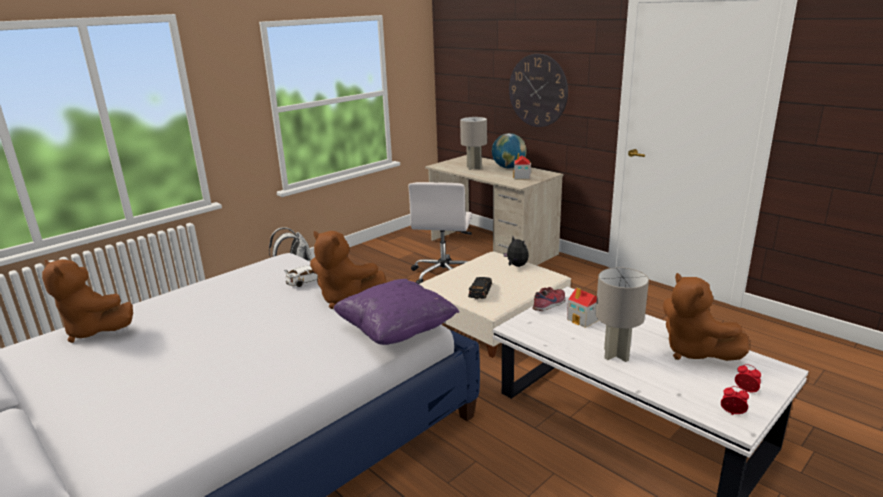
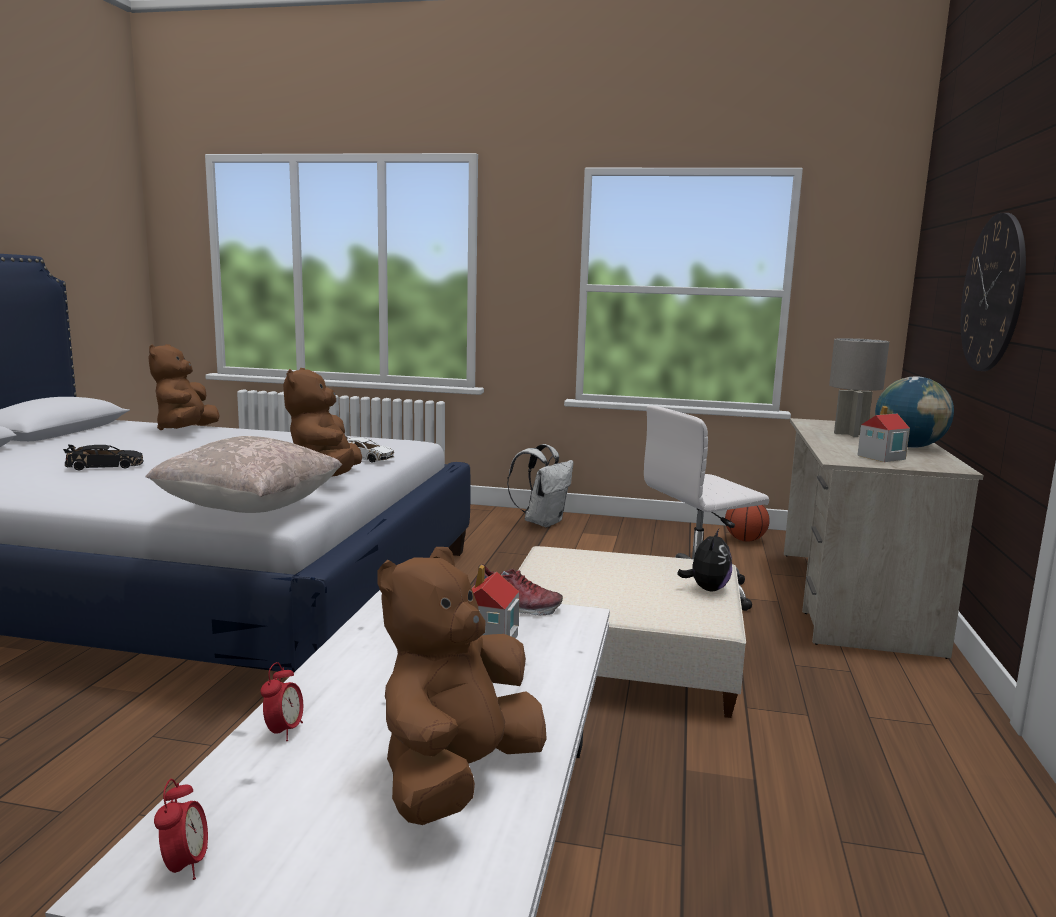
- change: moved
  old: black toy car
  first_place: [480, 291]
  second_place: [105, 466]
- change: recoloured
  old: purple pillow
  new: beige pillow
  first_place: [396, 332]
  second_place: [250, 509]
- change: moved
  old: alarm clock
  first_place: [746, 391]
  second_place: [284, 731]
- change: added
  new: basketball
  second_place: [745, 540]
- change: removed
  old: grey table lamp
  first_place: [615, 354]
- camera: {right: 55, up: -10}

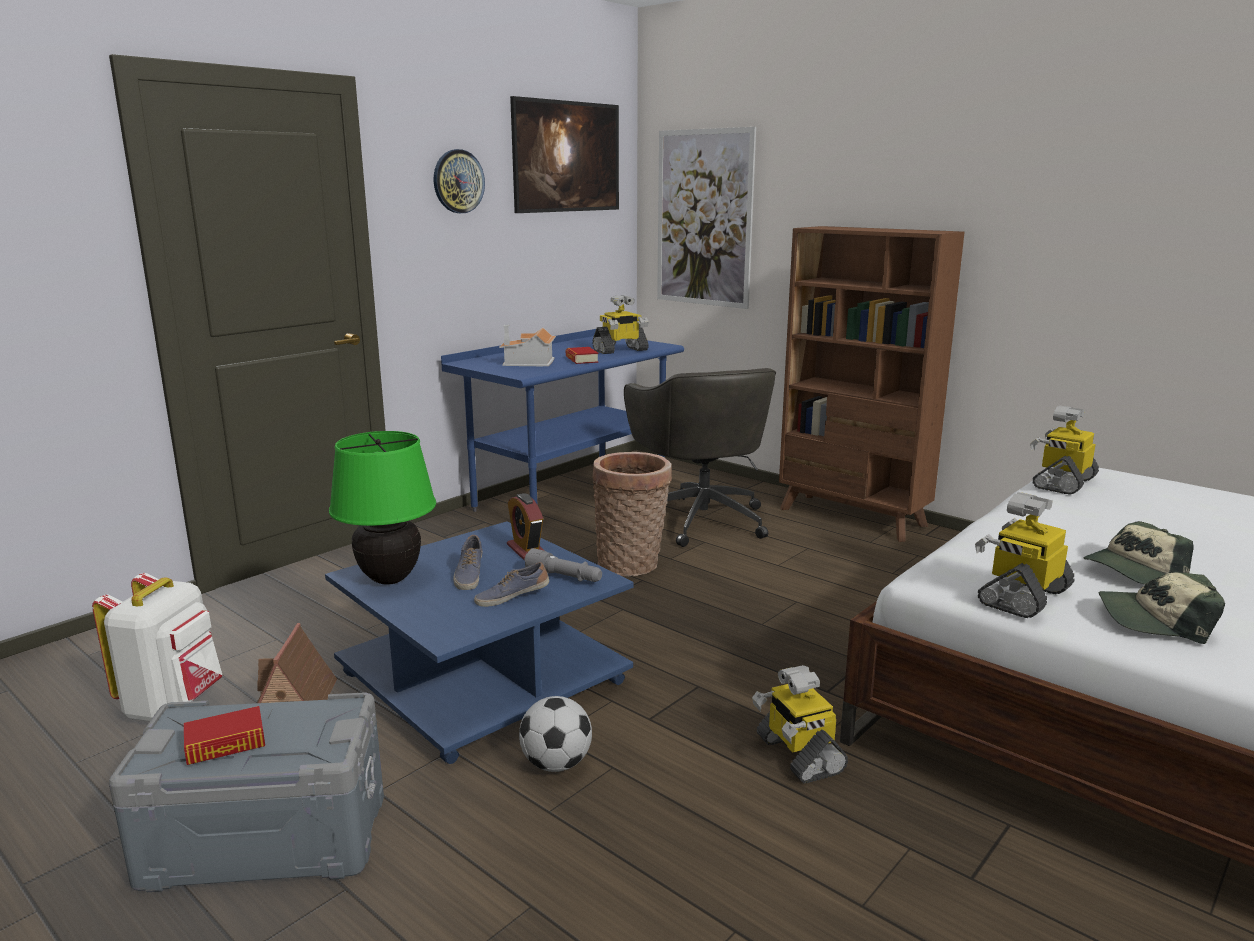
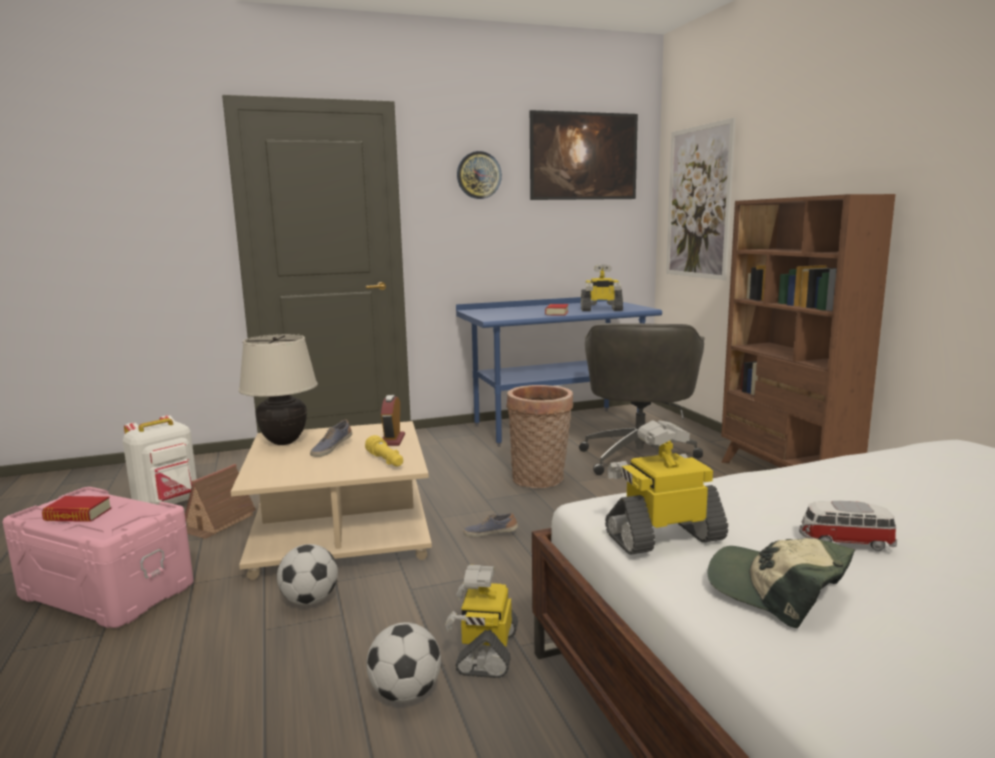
- change: recoloured
  old: grey storage box
  new: pink storage box
  first_place: [267, 837]
  second_place: [108, 590]
- change: recoloured
  old: blue coffee table
  new: beige coffee table
  first_place: [486, 678]
  second_place: [343, 532]
- change: recoloured
  old: green table lamp
  new: beige table lamp
  first_place: [390, 579]
  second_place: [284, 442]
- change: recoloured
  old: grey flashlight
  new: yellow flashlight
  first_place: [564, 578]
  second_place: [386, 461]
- change: added
  new: football
  second_place: [405, 693]
- change: moved
  old: shoe
  first_place: [512, 597]
  second_place: [490, 534]
- change: replaced
  old: cap
  new: toy car
  first_place: [1133, 570]
  second_place: [845, 542]
- change: removed
  old: toy house
  first_place: [530, 362]
- change: removed
  old: toy robot
  first_place: [1062, 483]
- camera: {right: 30, up: -5}

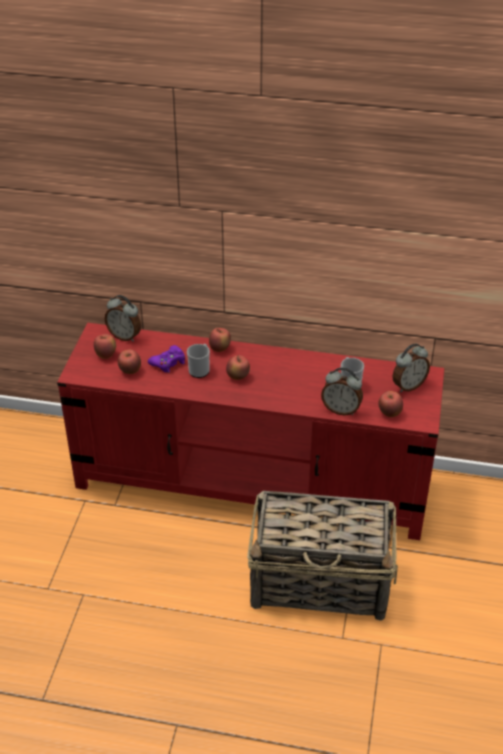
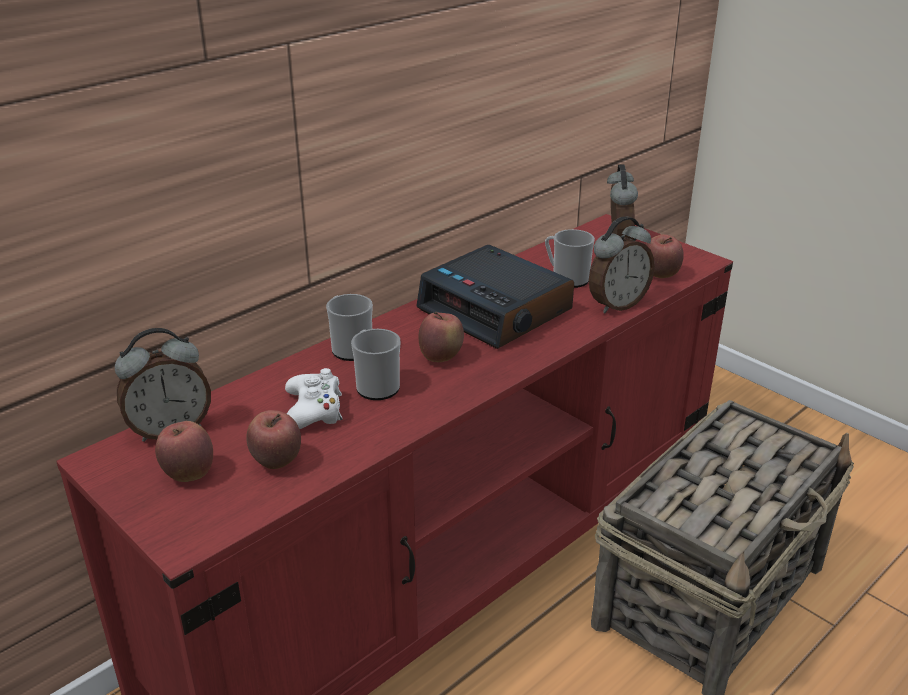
- change: recoloured
  old: purple game controller
  new: white game controller
  first_place: [168, 362]
  second_place: [313, 410]
- change: replaced
  old: apple
  new: mug
  first_place: [220, 349]
  second_place: [349, 348]
- change: added
  new: alarm clock
  second_place: [497, 310]
- camera: {right: -55, up: -10}

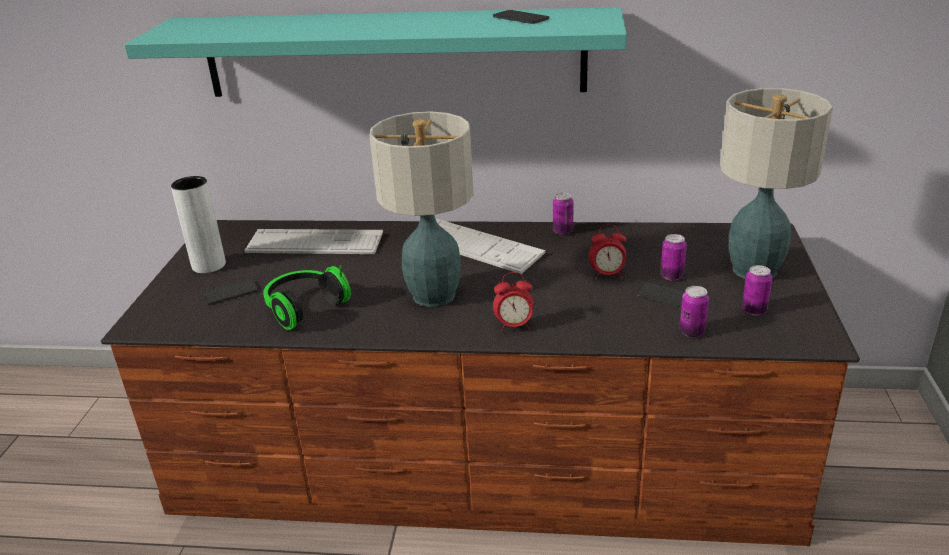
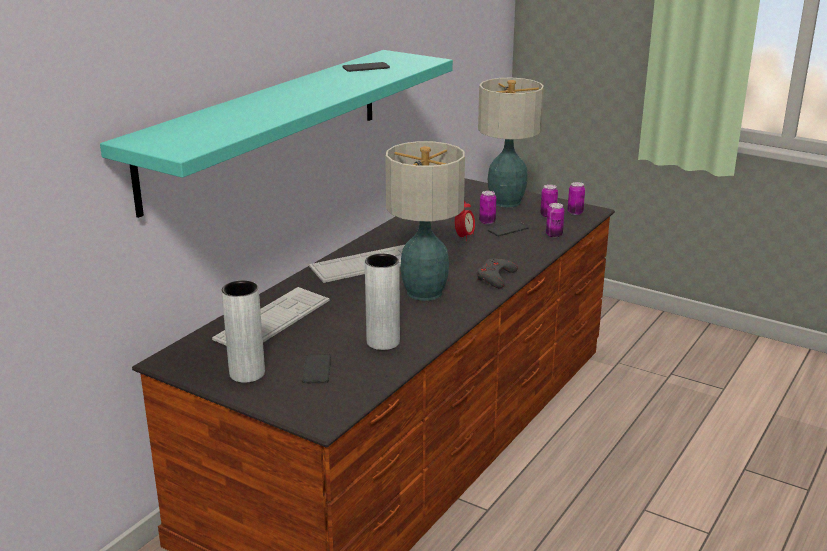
- change: replaced
  old: headphones
  new: grey vase
  first_place: [303, 307]
  second_place: [383, 342]
- change: replaced
  old: alarm clock
  new: grey game controller
  first_place: [514, 326]
  second_place: [495, 277]
- change: moved
  old: can
  first_place: [562, 231]
  second_place: [575, 212]
- camera: {right: -65, up: -5}

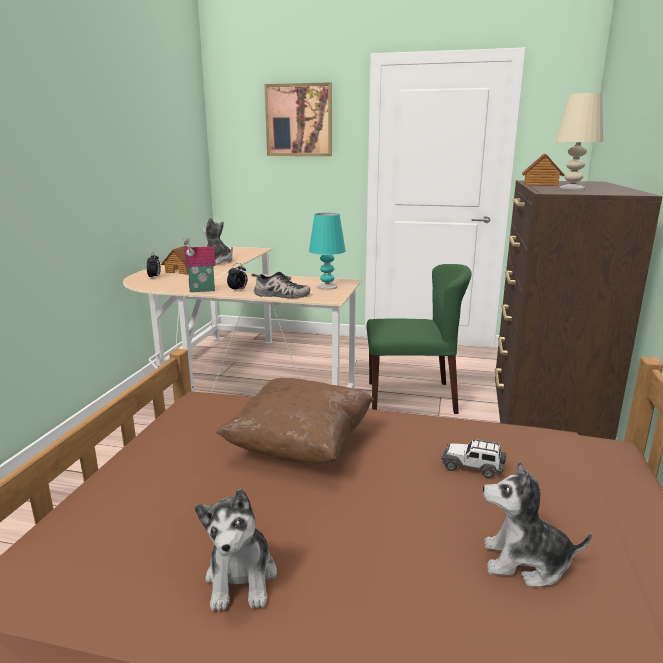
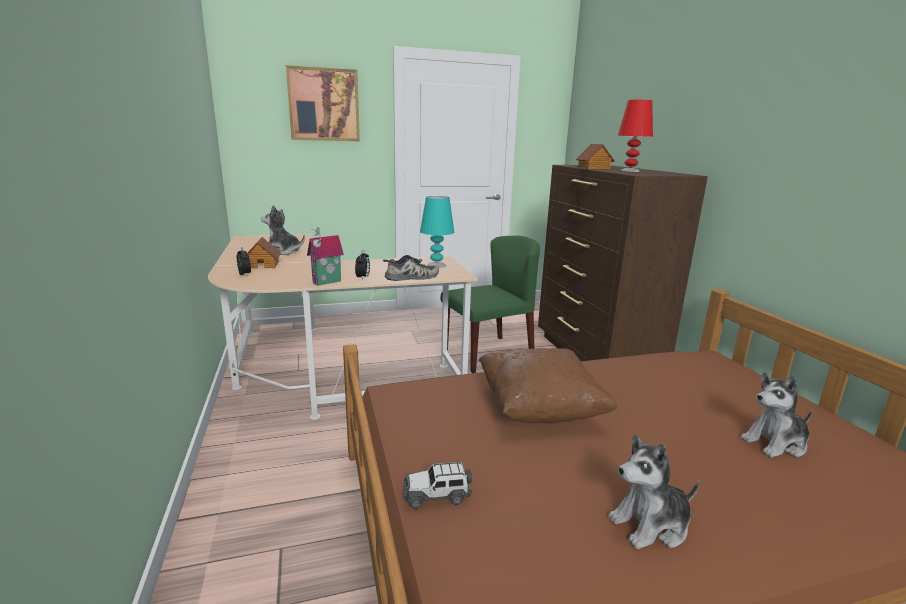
- change: moved
  old: toy car
  first_place: [472, 467]
  second_place: [436, 495]
- change: turned
  old: plush toy
  first_place: [241, 578]
  second_place: [651, 525]
  degrees: 105
- change: recoloured
  old: beige table lamp
  new: red table lamp
  first_place: [572, 188]
  second_place: [629, 171]
- camera: {right: -30, up: 0}

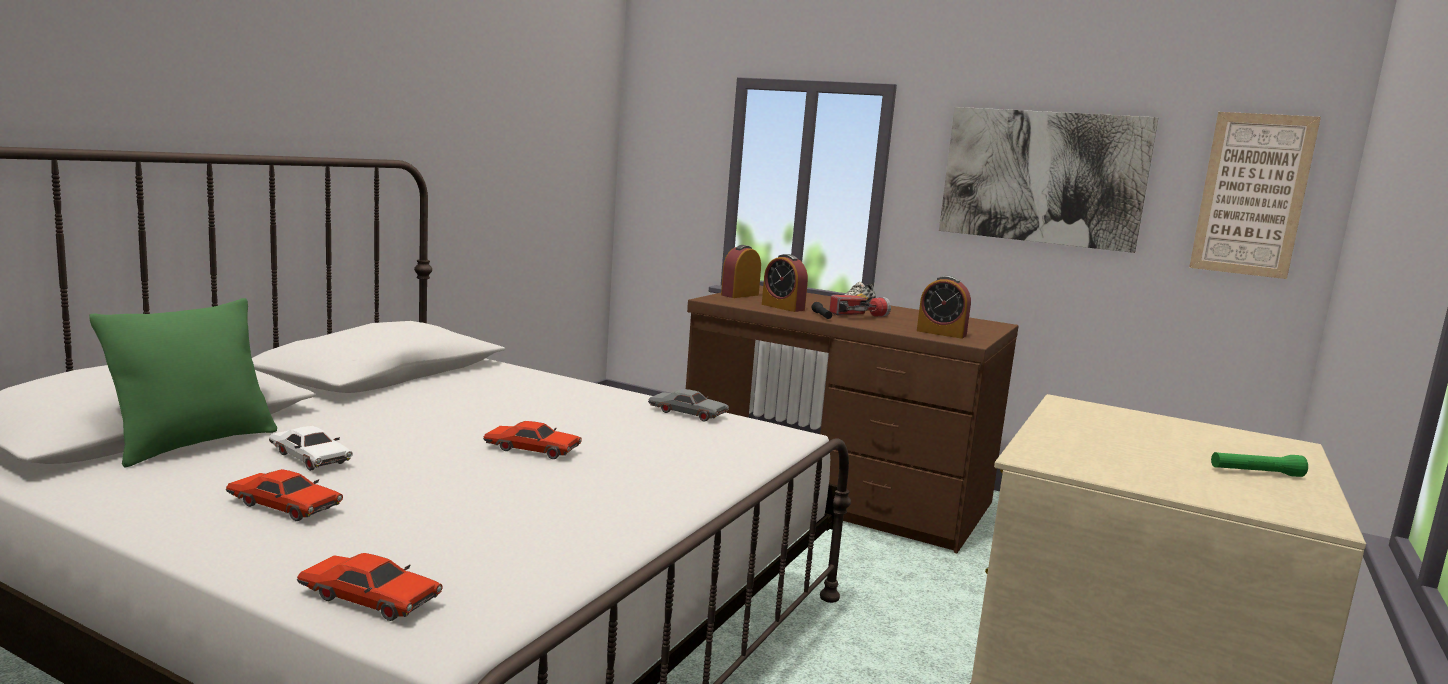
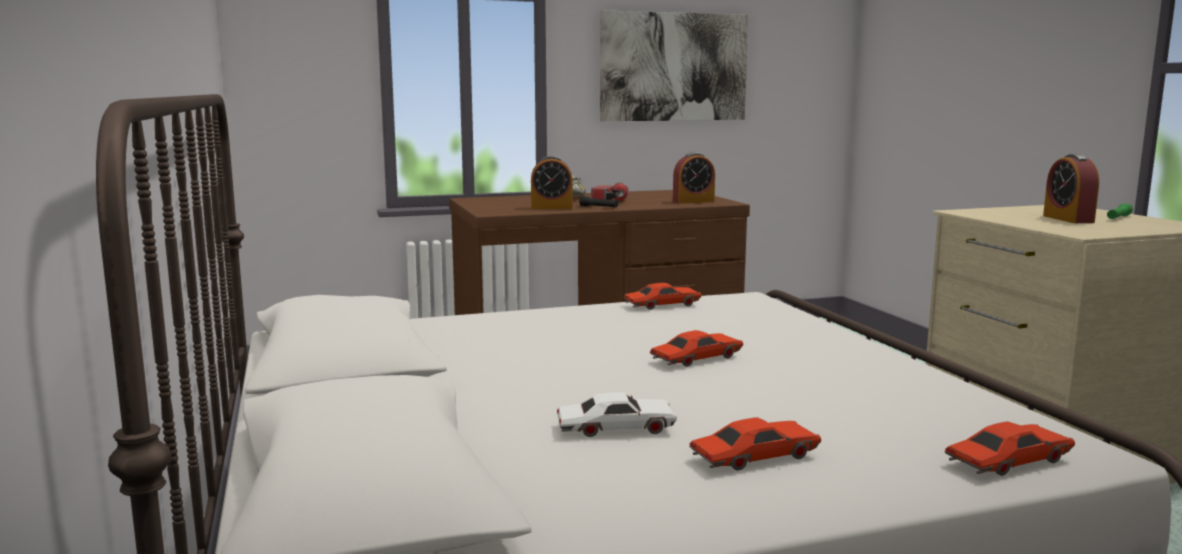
- change: recoloured
  old: grey toy car
  new: red toy car
  first_place: [687, 413]
  second_place: [662, 305]
- change: moved
  old: alarm clock
  first_place: [740, 295]
  second_place: [1068, 219]
- change: removed
  old: green pillow
  first_place: [194, 443]
- change: removed
  old: picture
  first_place: [1252, 195]
- camera: {right: -45, up: 0}

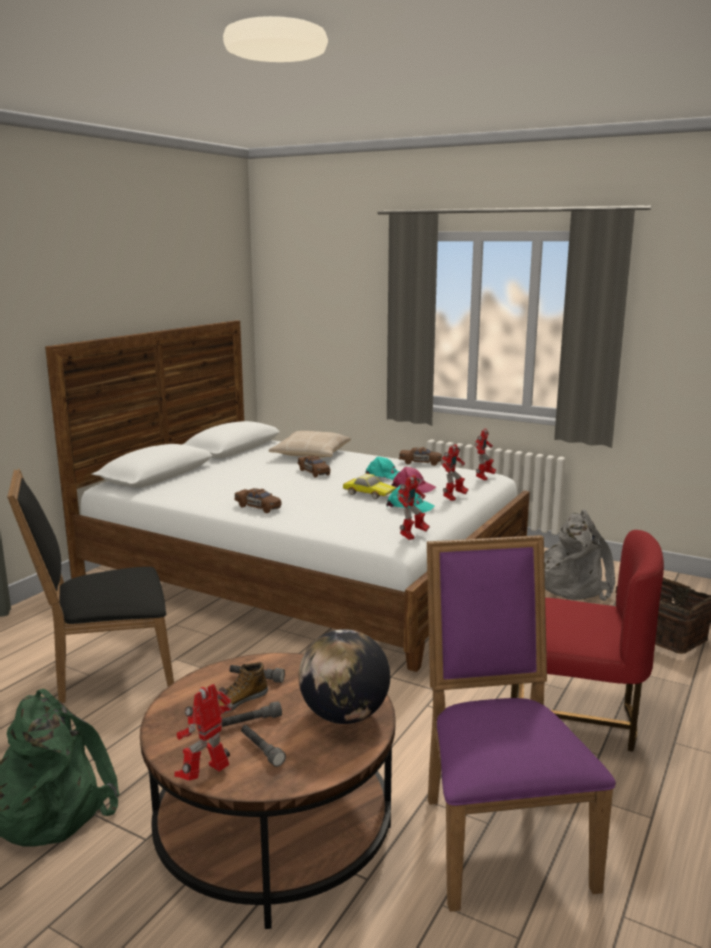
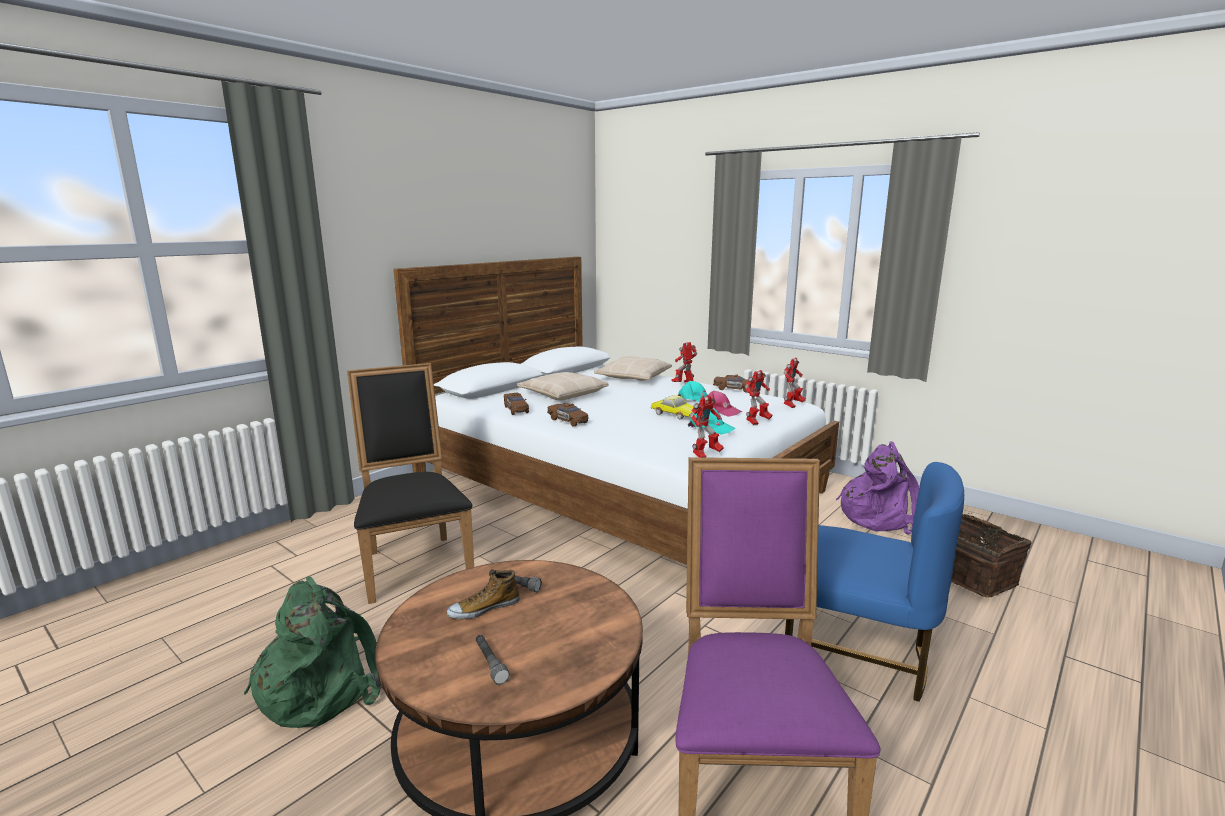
- change: turned
  old: black chair
  first_place: [106, 673]
  second_place: [415, 563]
  degrees: 75
- change: moved
  old: brown toy car
  first_place: [314, 472]
  second_place: [516, 409]
- change: added
  new: beige pillow
  second_place: [562, 394]
- change: moved
  old: toy robot
  first_place: [206, 776]
  second_place: [683, 384]
- change: recoloured
  old: red chair
  new: blue chair
  first_place: [572, 719]
  second_place: [855, 657]
- change: recoloured
  old: grey backpack
  new: purple backpack
  first_place: [574, 585]
  second_place: [878, 516]
- change: removed
  old: grey flashlight
  first_place: [251, 722]
- change: removed
  old: globe
  first_place: [344, 715]
- camera: {right: 10, up: 0}

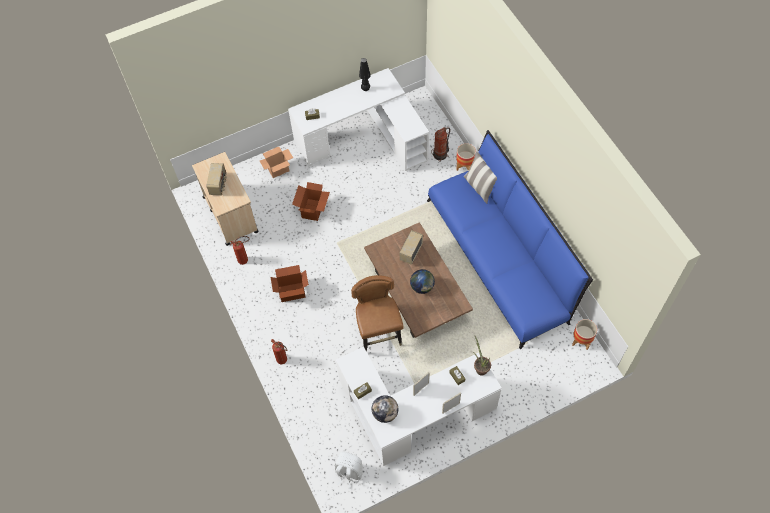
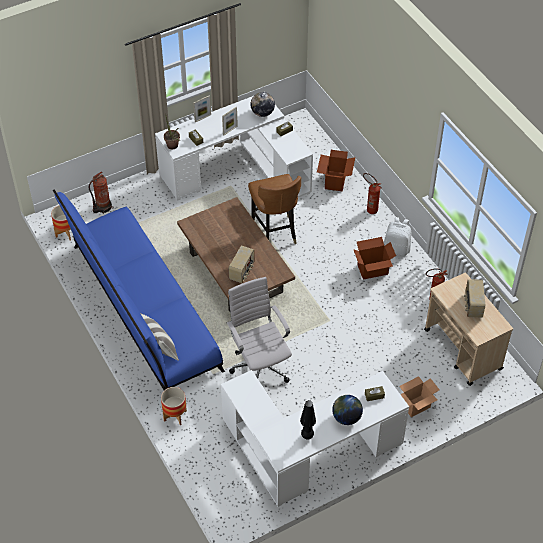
- change: moved
  old: fire extinguisher
  first_place: [441, 154]
  second_place: [102, 207]
- change: added
  new: white office chair
  second_place: [259, 366]
- change: moved
  old: cardboard box
  first_place: [313, 210]
  second_place: [335, 181]
- change: moved
  old: globe
  first_place: [422, 287]
  second_place: [346, 417]
- change: moved
  old: white backpack
  first_place: [348, 472]
  second_place: [397, 248]
- camera: {right: 175, up: -10}

